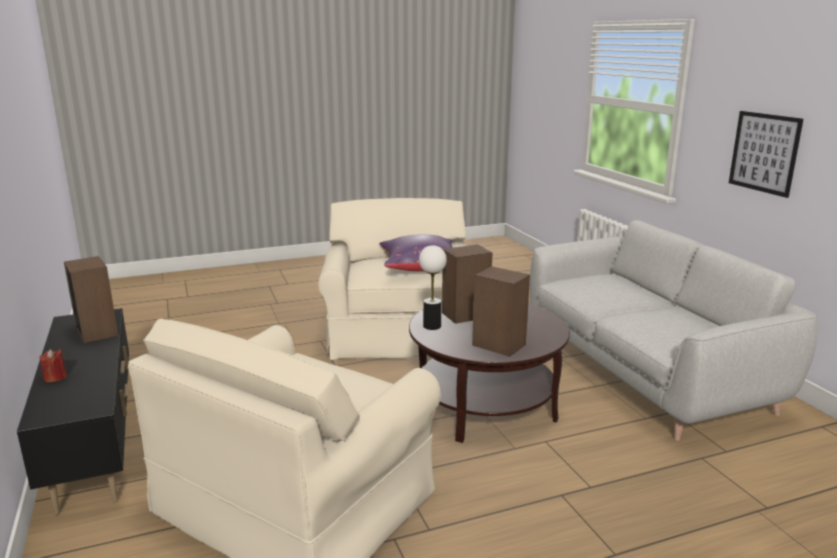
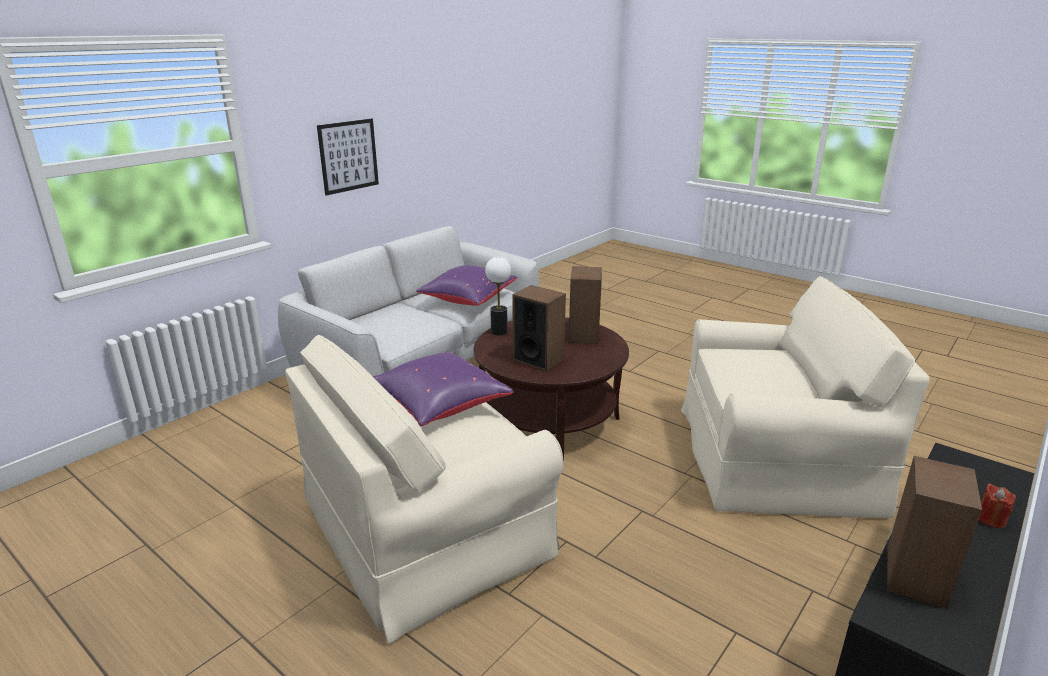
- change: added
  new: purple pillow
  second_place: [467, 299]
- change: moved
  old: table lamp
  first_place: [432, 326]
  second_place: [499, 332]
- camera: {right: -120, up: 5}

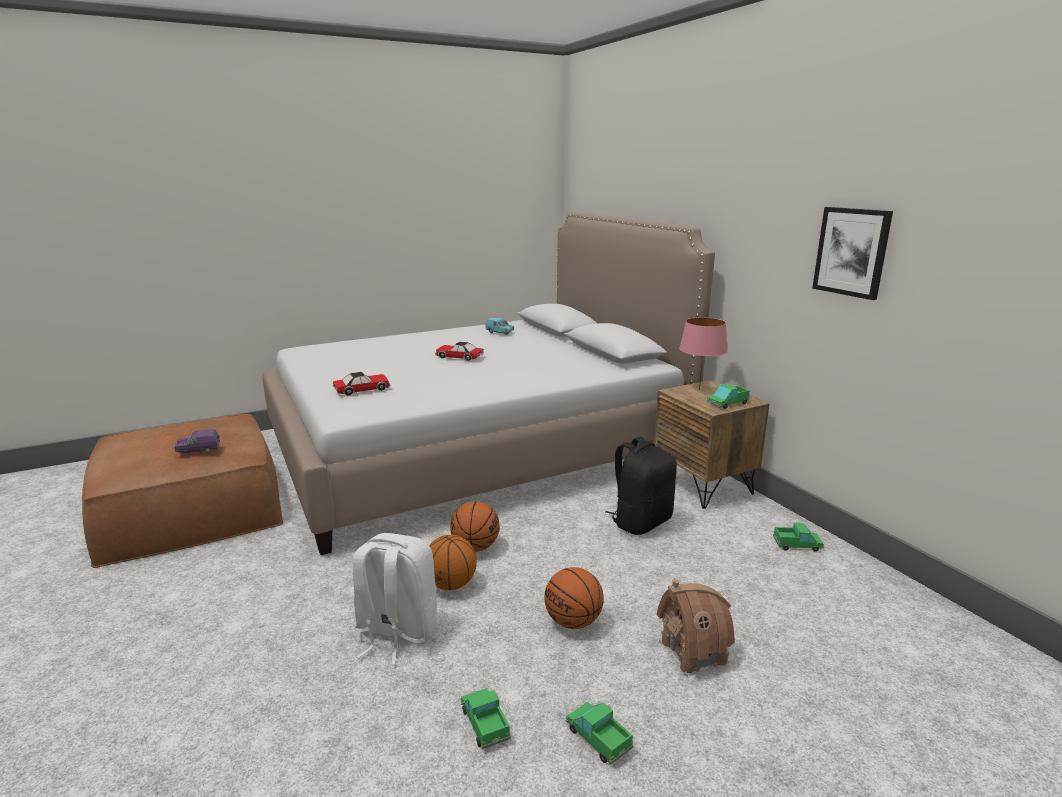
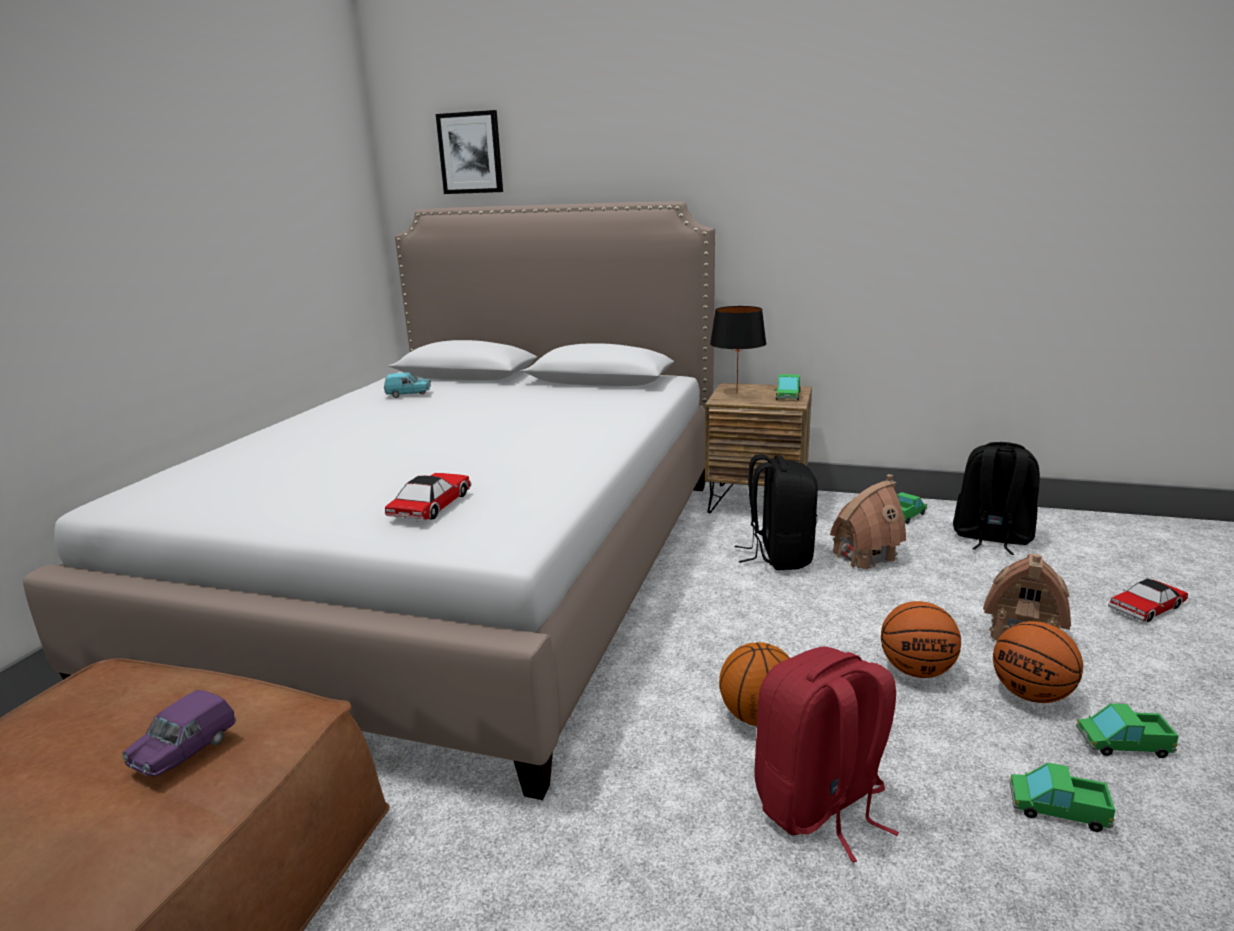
- change: moved
  old: picture
  first_place: [852, 252]
  second_place: [470, 153]
- change: recoloured
  old: pink table lamp
  new: black table lamp
  first_place: [699, 390]
  second_place: [737, 392]
- change: recoloured
  old: white backpack
  new: red backpack
  first_place: [395, 633]
  second_place: [820, 806]
- change: added
  new: toy house
  second_place: [863, 556]
- change: added
  new: black backpack
  second_place: [991, 538]
- change: moved
  old: basketball
  first_place: [475, 547]
  second_place: [1030, 694]
- change: moved
  old: toy car
  first_place: [459, 357]
  second_place: [1146, 607]
- camera: {right: -45, up: 0}

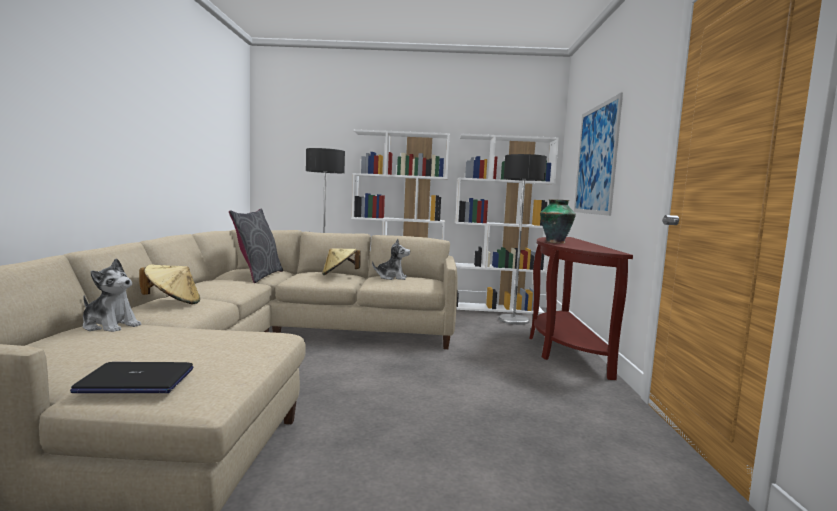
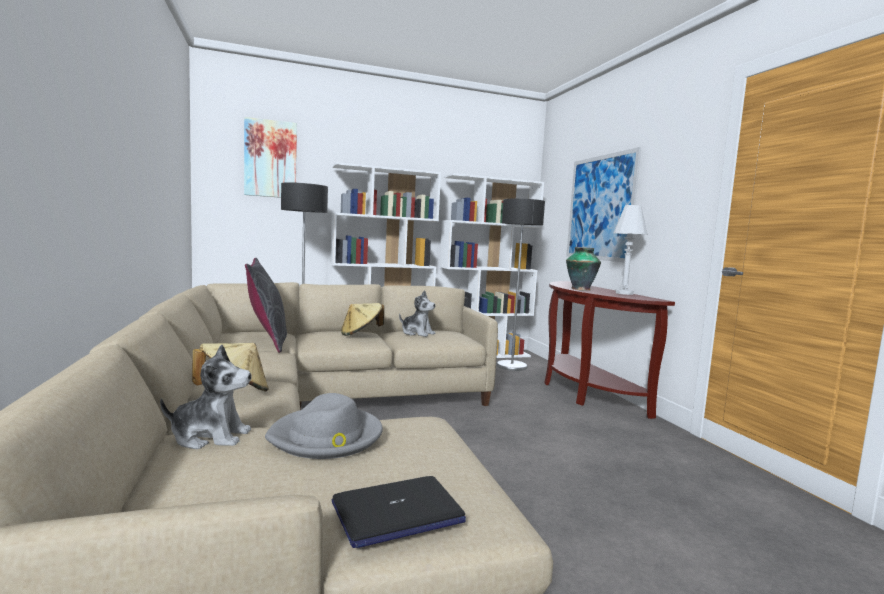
- change: added
  new: picture
  second_place: [270, 159]
- change: added
  new: grey hat
  second_place: [327, 437]
- change: turned
  old: plush toy
  first_place: [392, 278]
  second_place: [417, 333]
  degrees: 45
- change: added
  new: white table lamp
  second_place: [624, 293]
- camera: {right: -20, up: 0}

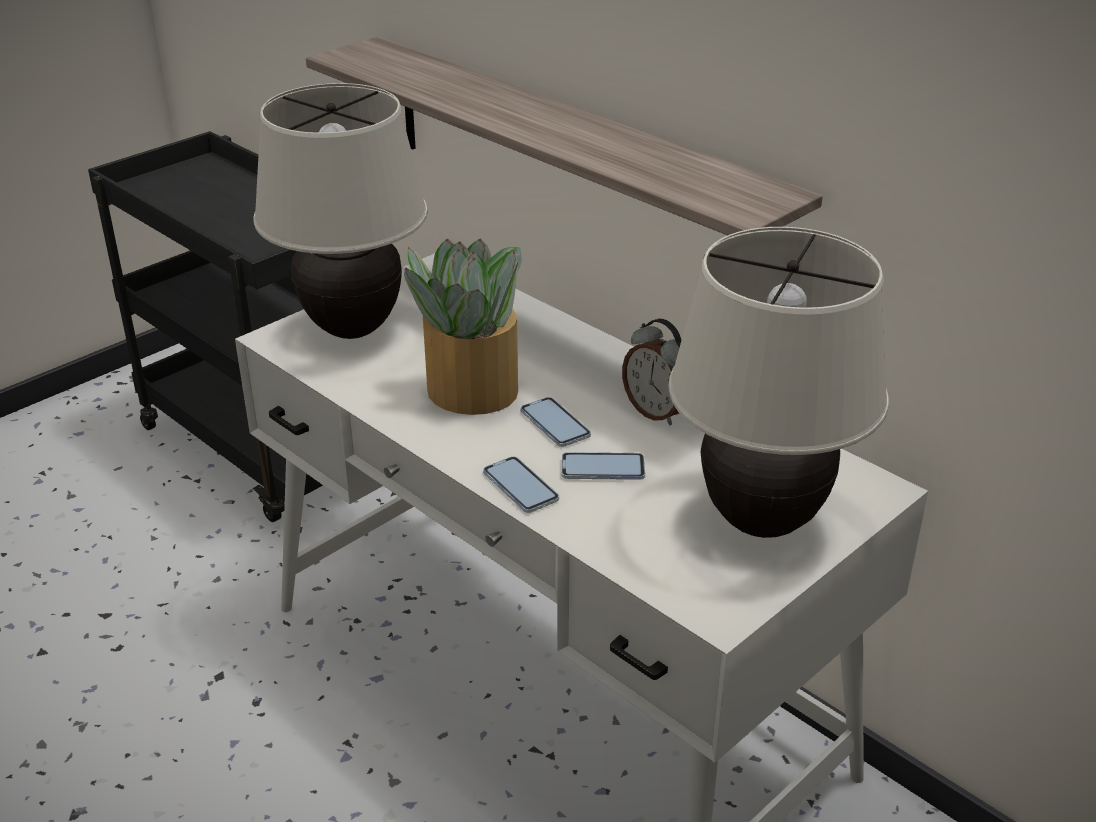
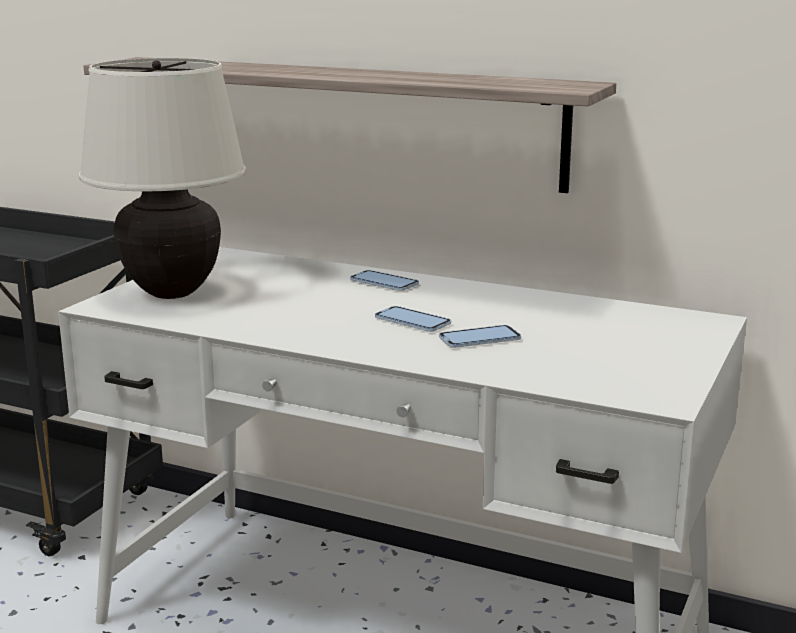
- change: moved
  old: phone
  first_place: [520, 486]
  second_place: [384, 282]
- change: removed
  old: potted plant
  first_place: [470, 390]
- change: removed
  old: alarm clock
  first_place: [657, 412]
- change: removed
  old: beige table lamp
  first_place: [763, 521]
- camera: {right: -20, up: -15}

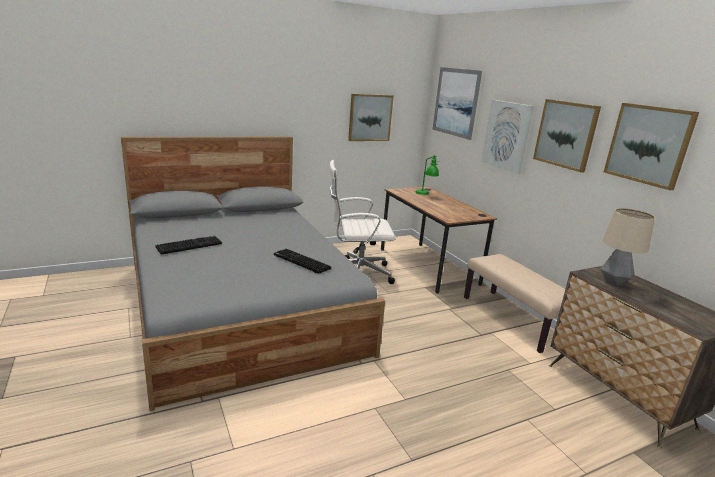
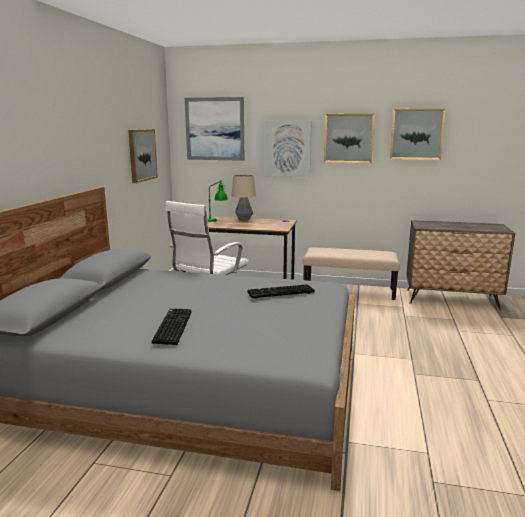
- change: moved
  old: table lamp
  first_place: [613, 282]
  second_place: [243, 219]
- camera: {right: -50, up: -5}

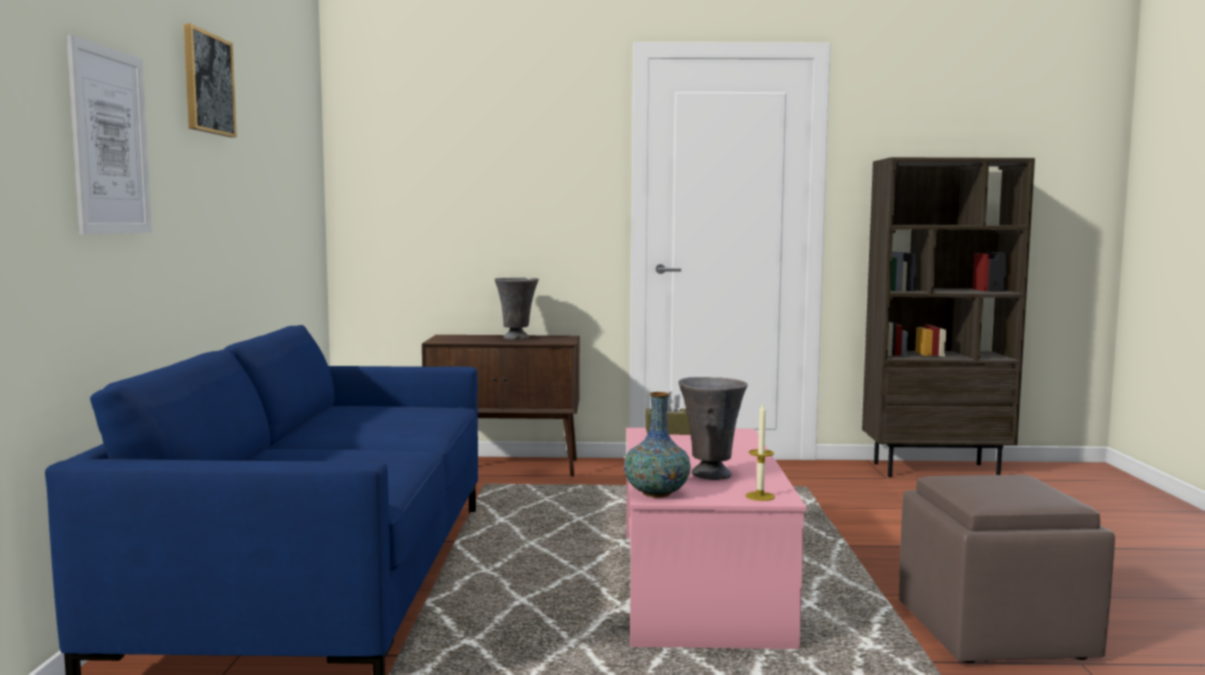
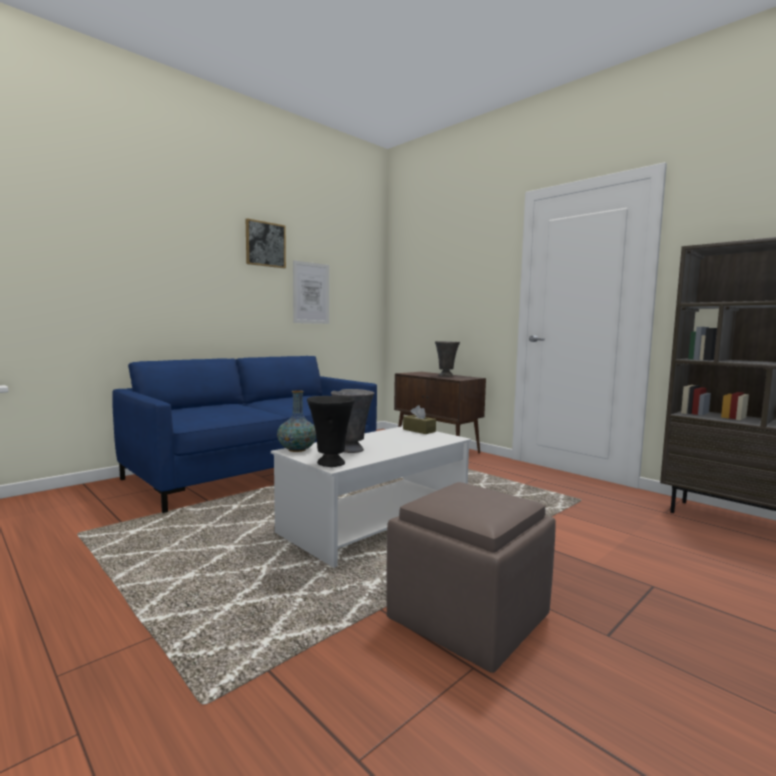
- change: recoloured
  old: pink coffee table
  new: white coffee table
  first_place: [699, 585]
  second_place: [377, 522]
- change: moved
  old: picture
  first_place: [110, 141]
  second_place: [311, 293]
- change: replaced
  old: candle
  new: black vase
  first_place: [760, 496]
  second_place: [330, 463]
- camera: {right: 45, up: 0}

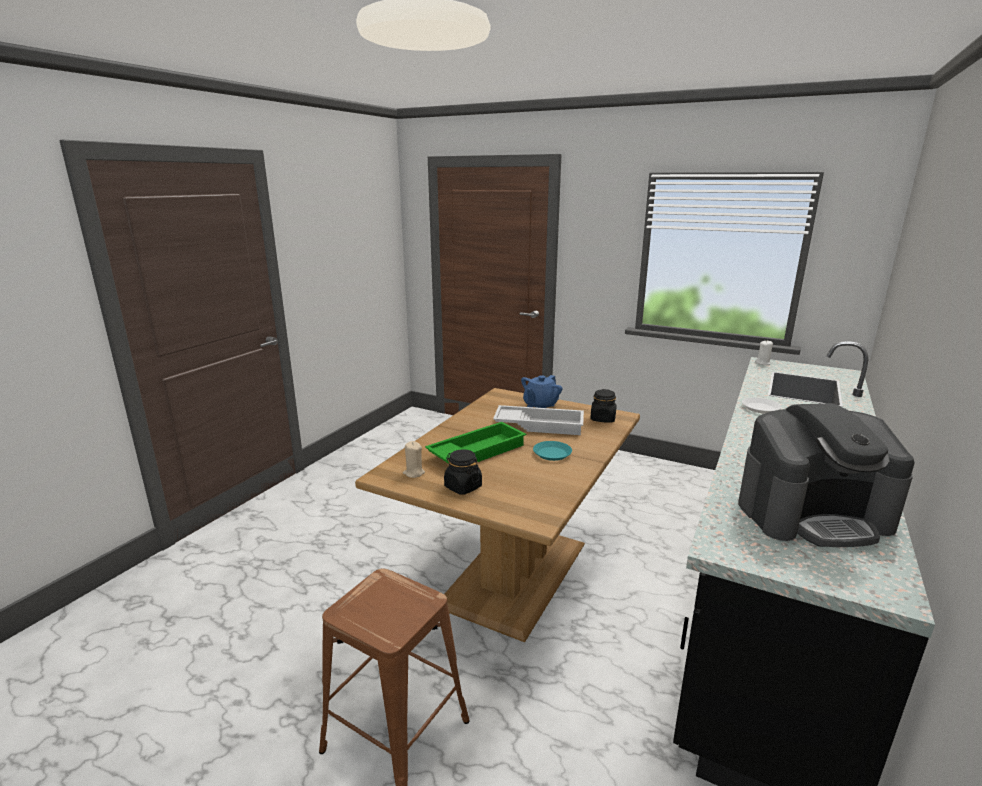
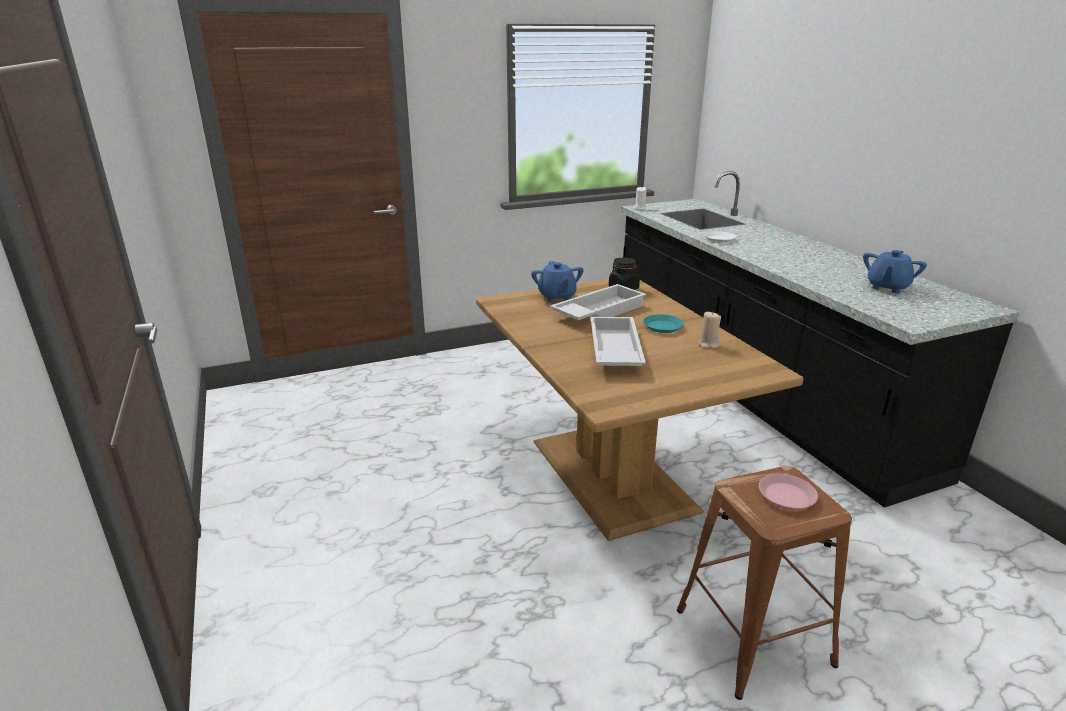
- change: recoloured
  old: green tray
  new: white tray
  first_place: [476, 451]
  second_place: [613, 351]
- change: moved
  old: beige candle
  first_place: [414, 473]
  second_place: [708, 344]
- change: added
  new: pink plate
  second_place: [786, 496]
- change: replaced
  old: coffee machine
  new: blue teapot
  first_place: [813, 514]
  second_place: [887, 287]
- change: removed
  old: black jar
  first_place: [462, 487]
- camera: {right: -50, up: 5}

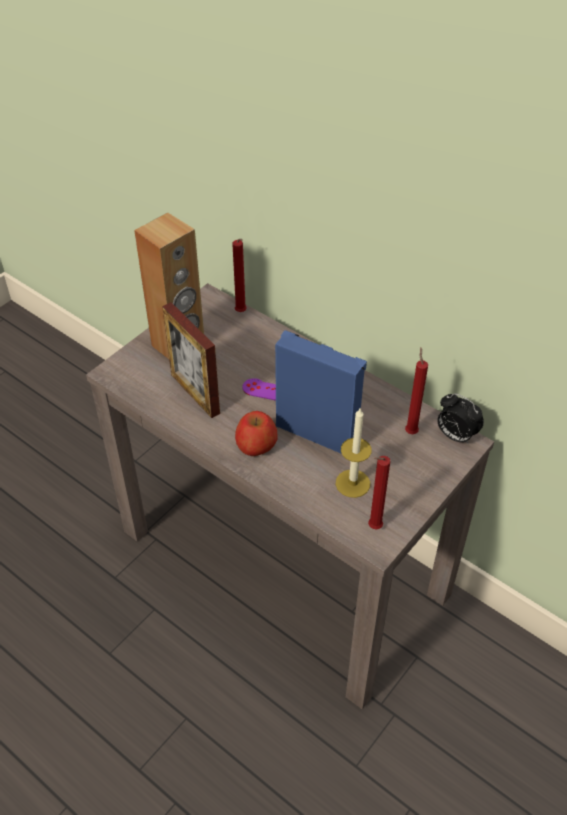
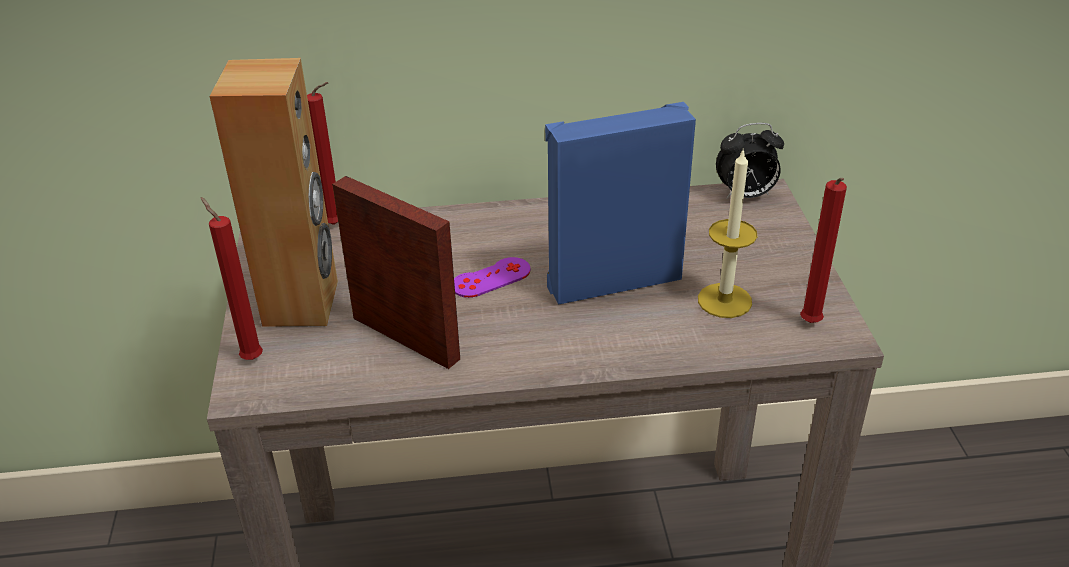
- change: moved
  old: red candle
  first_place: [411, 431]
  second_place: [250, 357]
- change: turned
  old: picture frame
  first_place: [195, 394]
  second_place: [405, 338]
  degrees: -150
- change: removed
  old: apple
  first_place: [256, 445]
- camera: {right: -45, up: -10}

